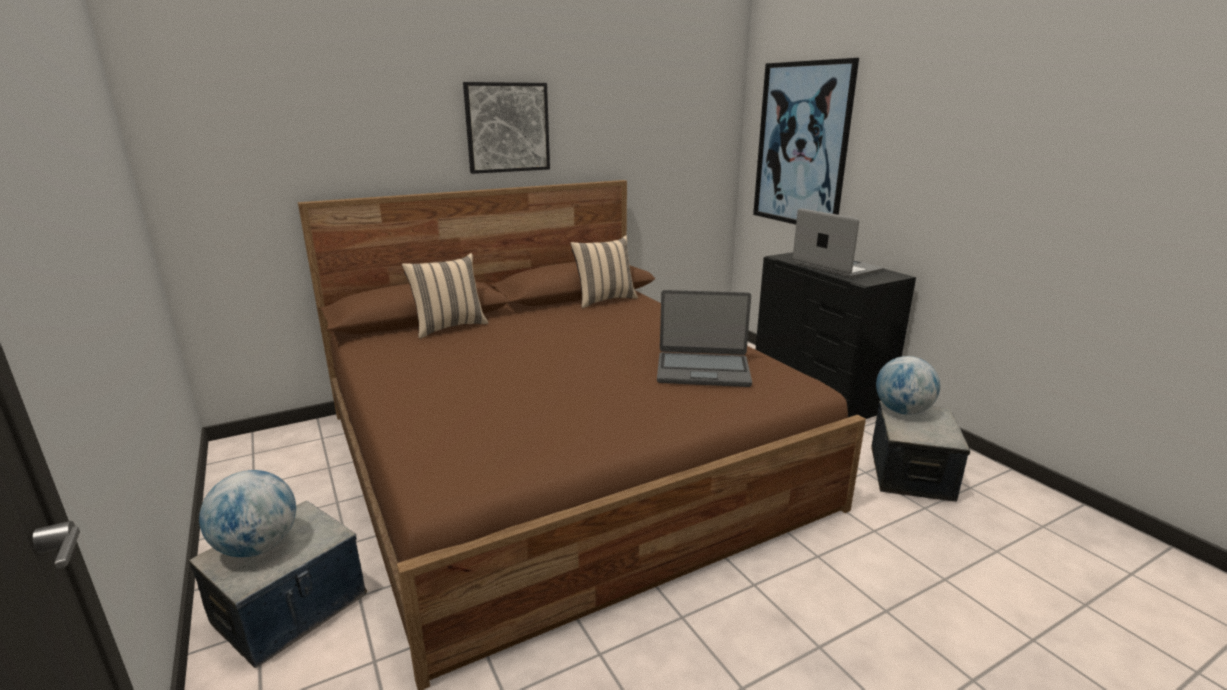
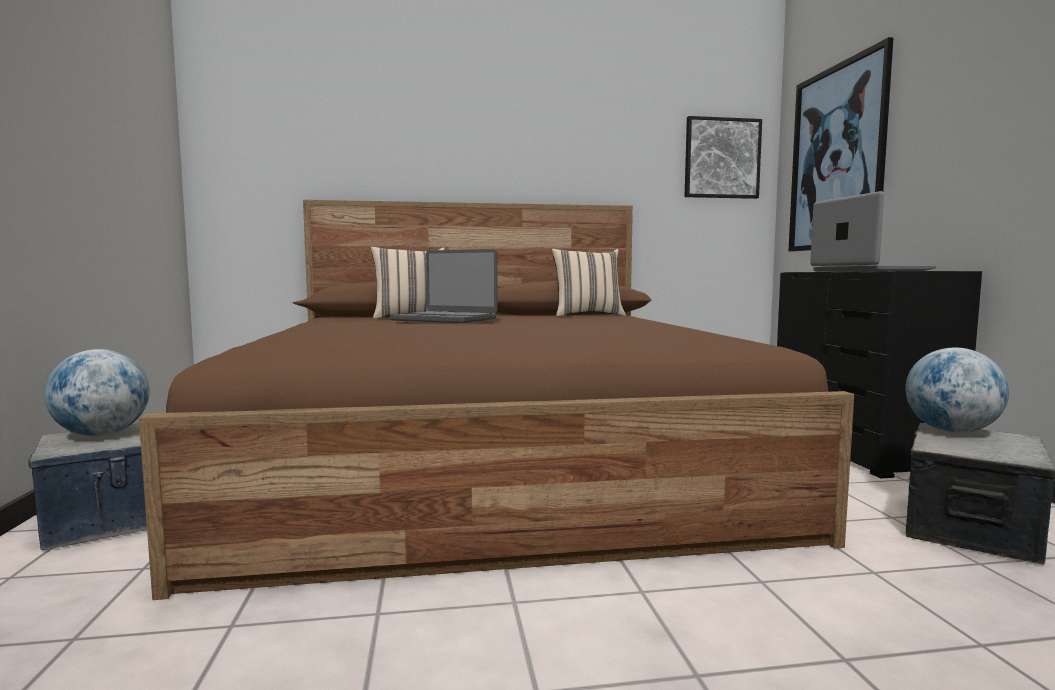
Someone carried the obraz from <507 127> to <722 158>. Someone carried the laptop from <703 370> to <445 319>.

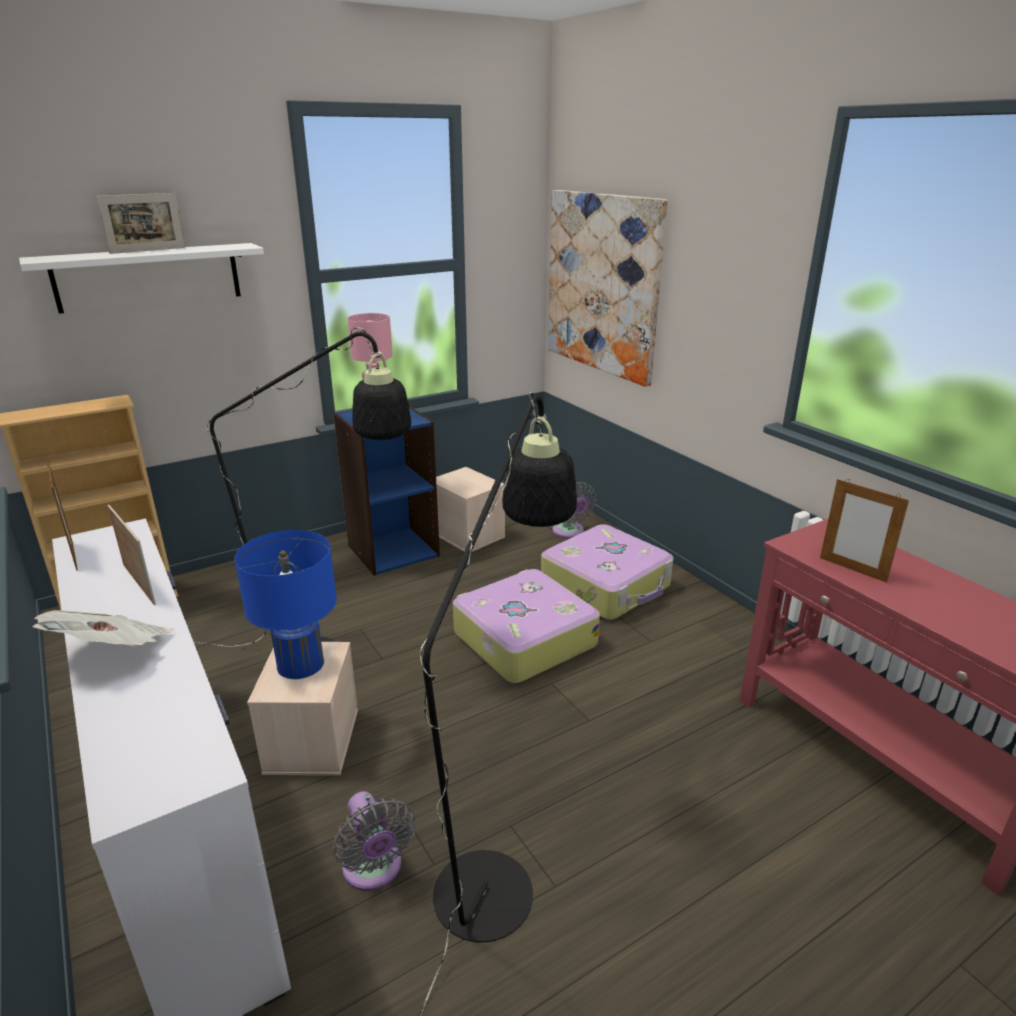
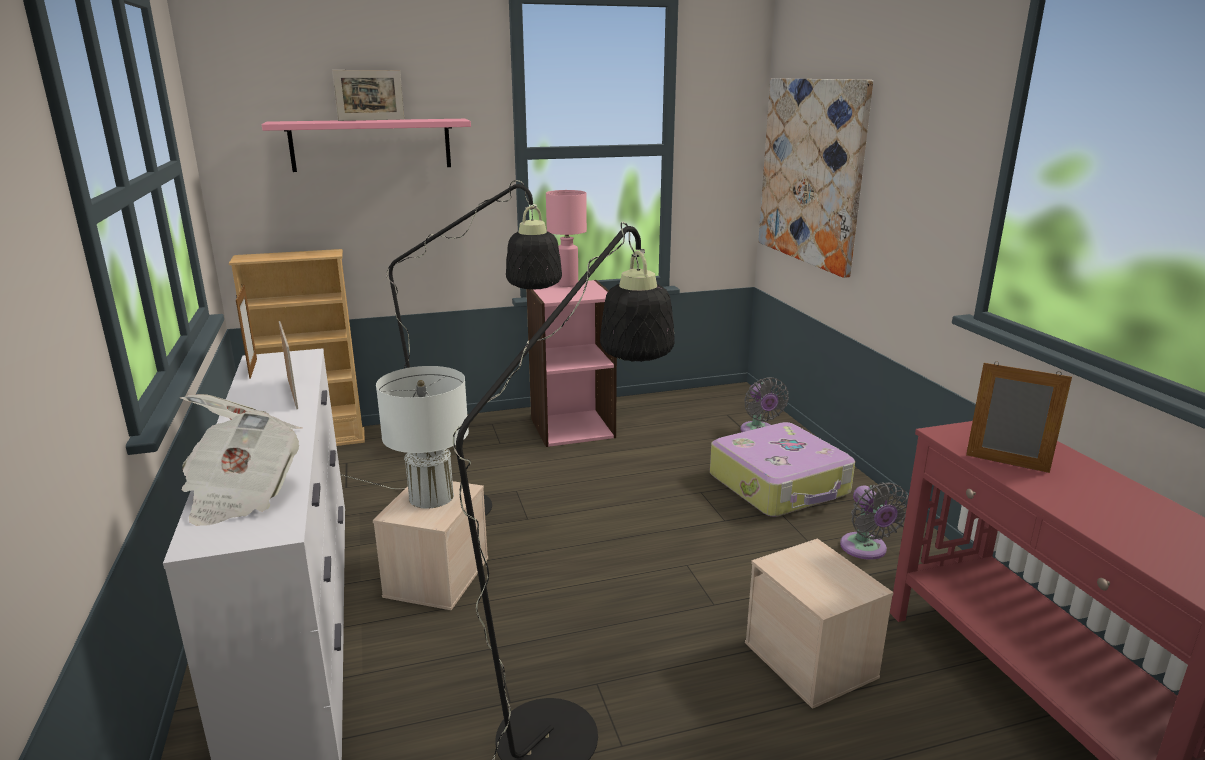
Someone repainted the półka [biały] at <148 277>, which became the półka [różowy] at <371 144>. Someone repainted the lampa stołowa [niebieski] at <300 664>, which became the lampa stołowa [biały] at <431 497>. Someone carried the wentylator [szary] from <374 870> to <866 550>. Someone repainted the regał [niebieski] at <393 550>, which became the regał [różowy] at <572 427>. Someone carried the pojemnik do przechowywania [beżowy] from <468 534> to <812 660>. Someone took away the walizka at <522 639>. Someone rotated the ramka na zdjęcie at <852 569> by 150 degrees clockwise. Someone put down the gazeta at <241 495>.

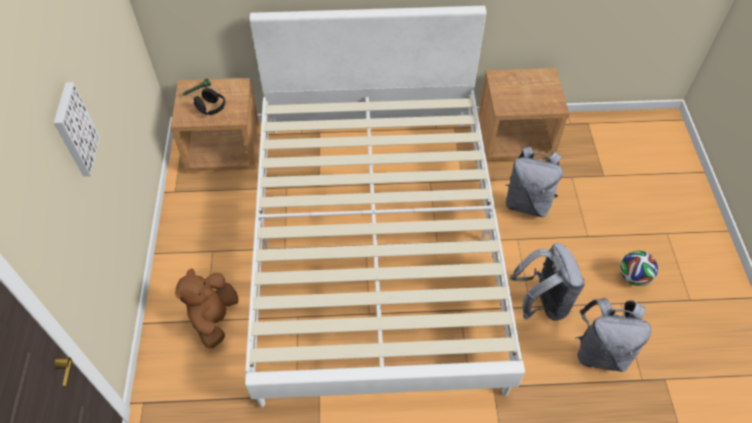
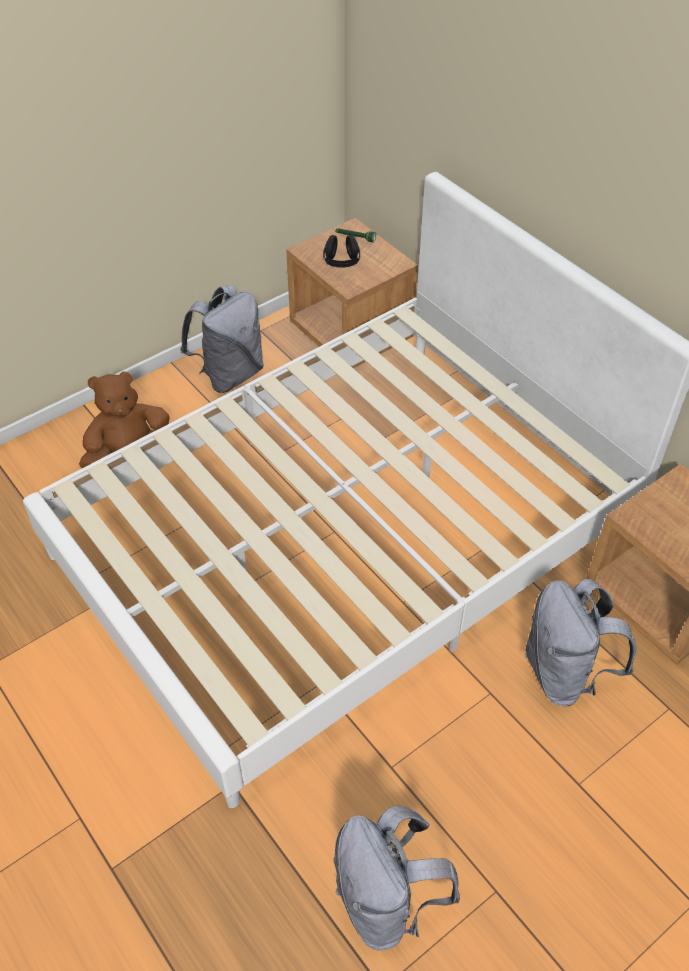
Someone took away the obraz at <74 130>. Someone carried the plecak [szary] from <542 303> to <230 374>. Someone took away the piłka futbolowa at <633 277>.

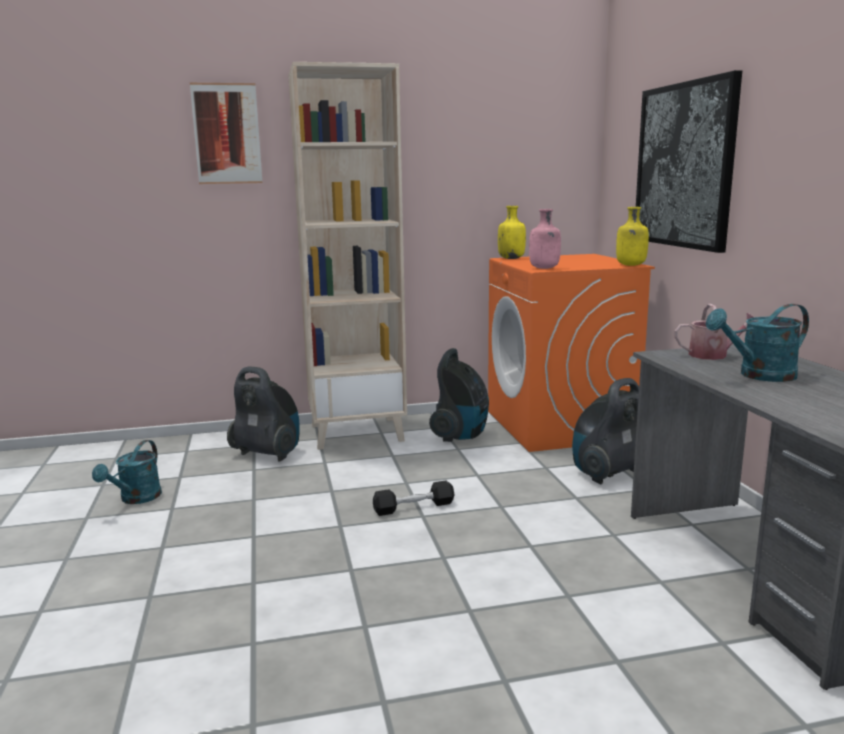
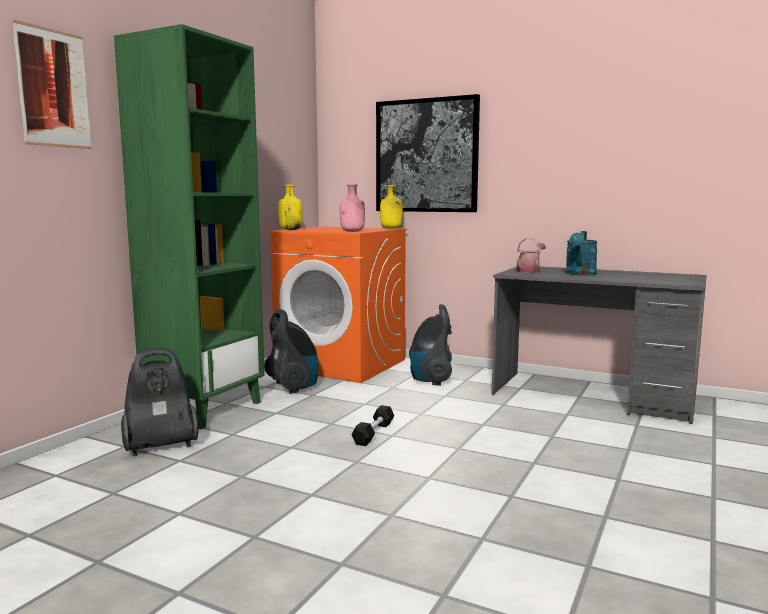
Someone took away the konewka [turkusowy] at <136 499>. Someone repainted the regał [beżowy] at <357 433>, which became the regał [zielony] at <205 409>.

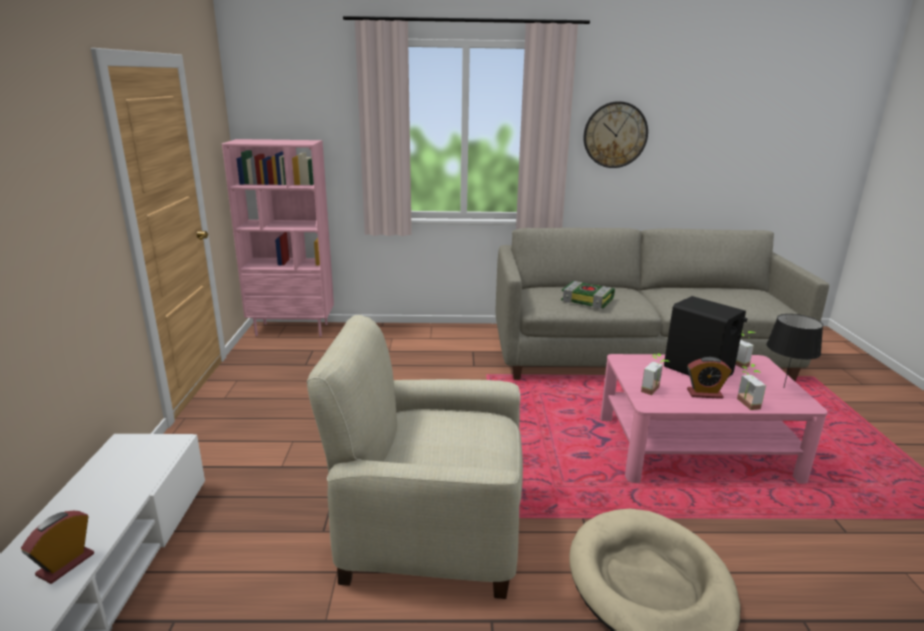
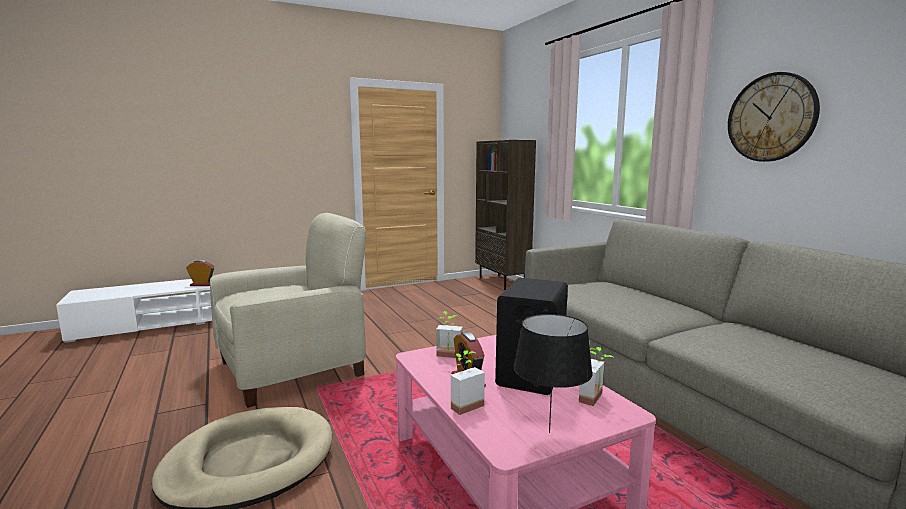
Someone repainted the regał [różowy] at <293 329>, which became the regał [brązowy] at <502 282>. Someone rotated the fotel [beżowy] at <430 529> by 75 degrees clockwise. Someone took away the książka at <588 300>.

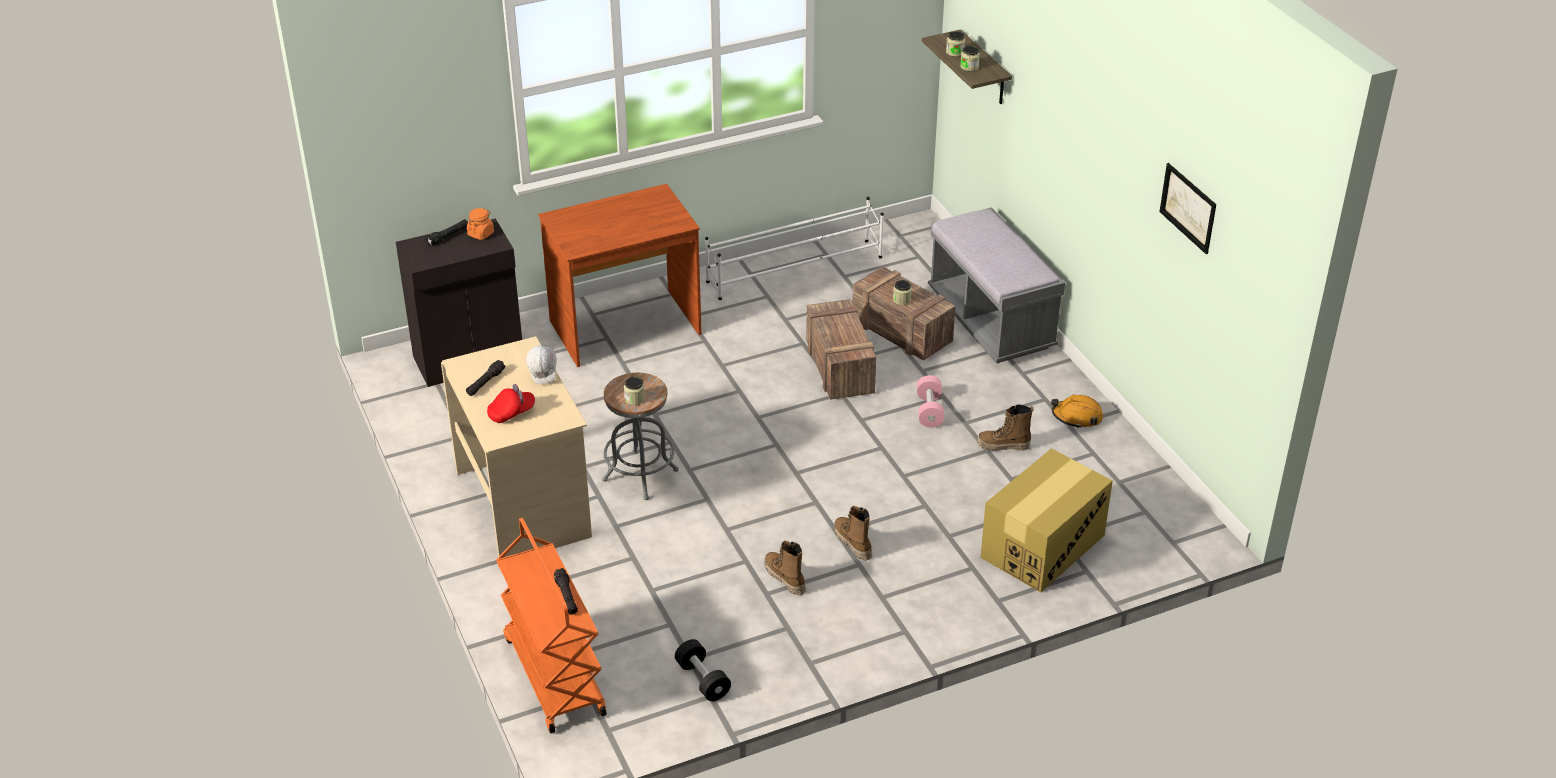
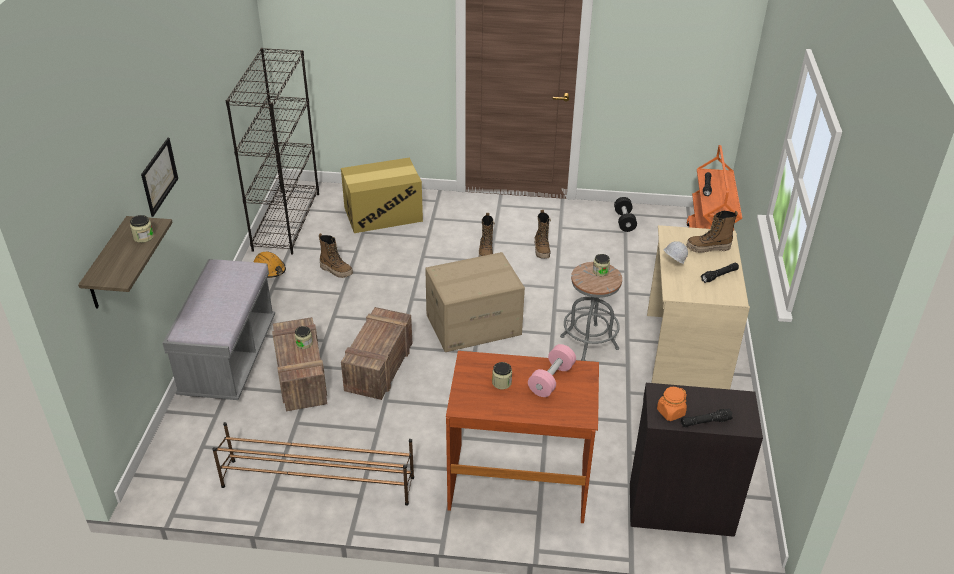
Someone swapped the czapka z daszkiem [czerwony] at <511 413> for the but z cholewką at <708 248>. Someone repainted the regał na buty [biały] at <795 269>, which became the regał na buty [brązowy] at <317 481>. Someone carried the hantel [różowy] from <929 411> to <551 379>. Someone carried the słoik from <955 52> to <501 383>. Someone carried the obraz from <1188 208> to <159 176>. Someone put down the regał [czarny] at <286 221>. Someone put down the karton at <473 324>.

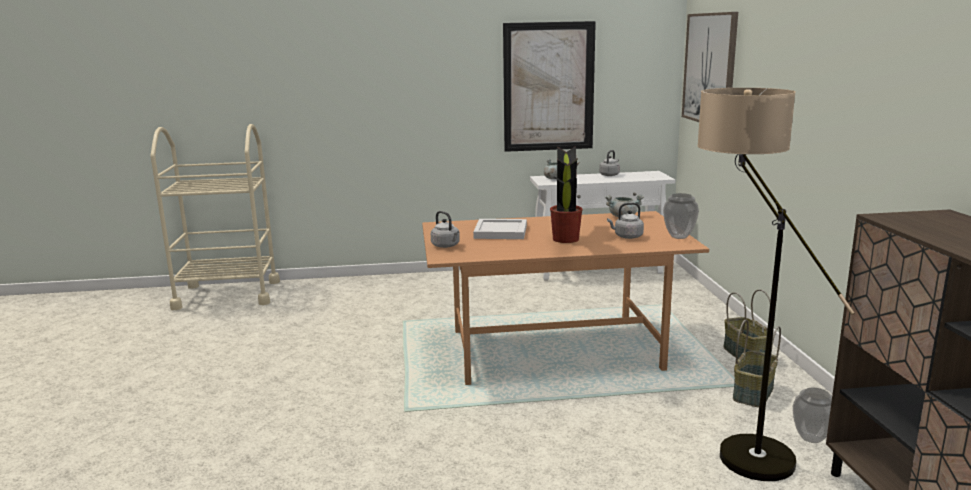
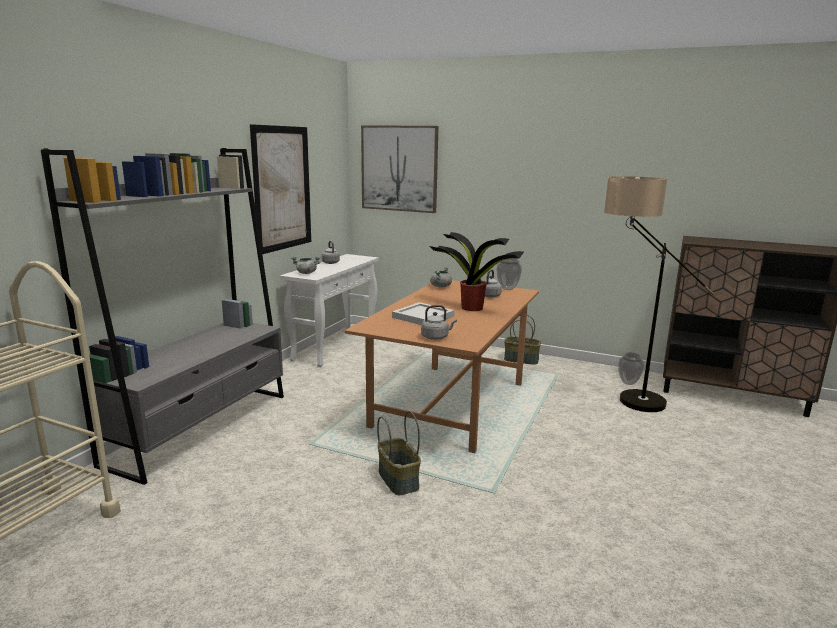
Someone carried the koszyk from <754 393> to <399 479>. Someone put down the regał [szary] at <201 427>.

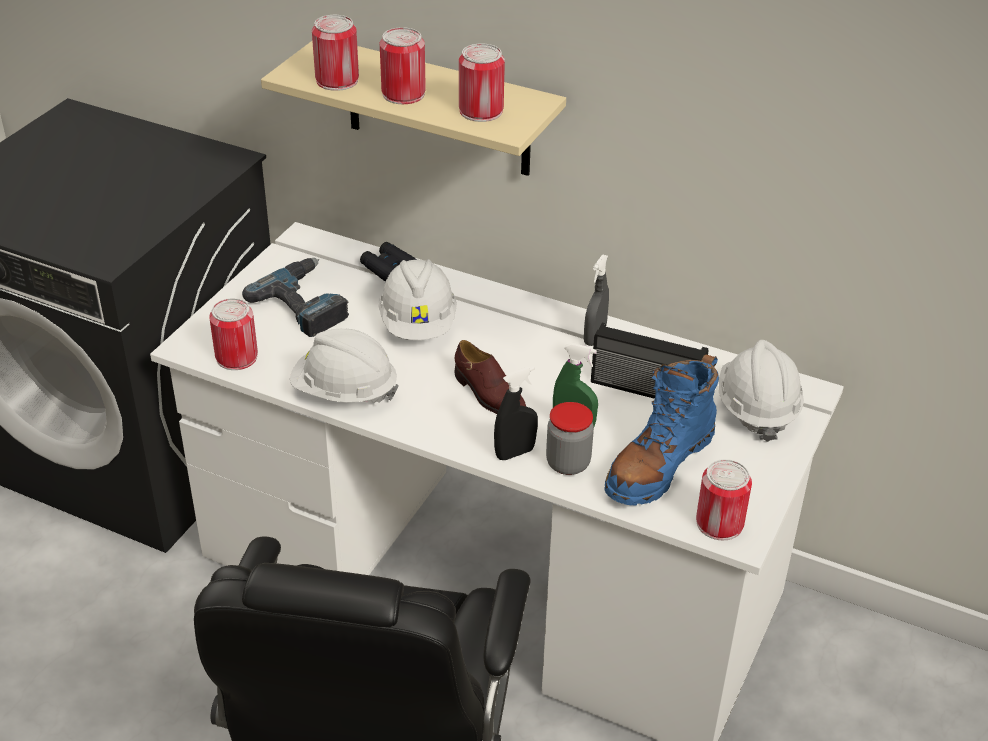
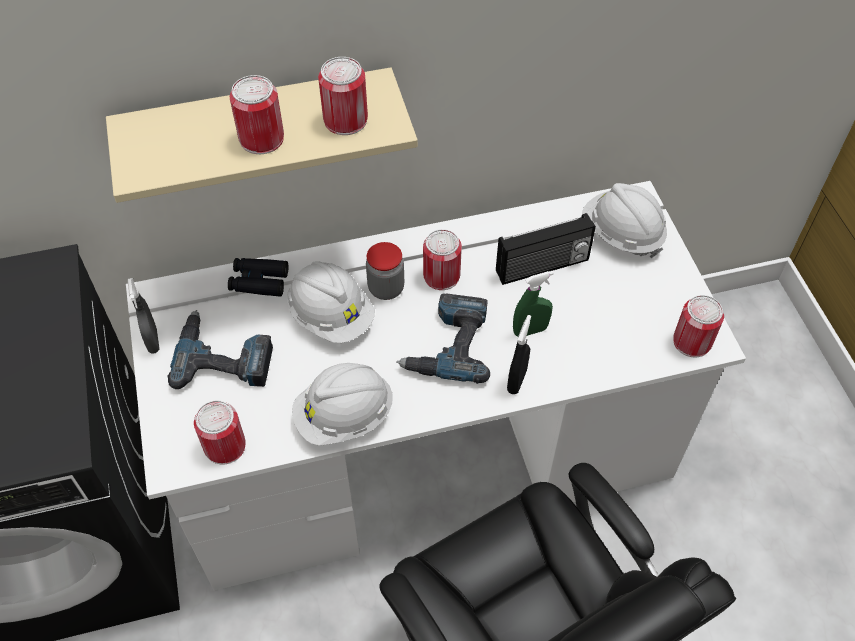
Someone carried the puszka from <337 80> to <441 276>. Someone swapped the but [brązowy] at <489 395> for the wiertarka at <448 344>. Someone carried the słoik from <568 463> to <386 288>. Someone carried the spryskiwacz [szary] from <594 337> to <153 341>. Someone took away the but z cholewką [niebieski] at <659 464>.

